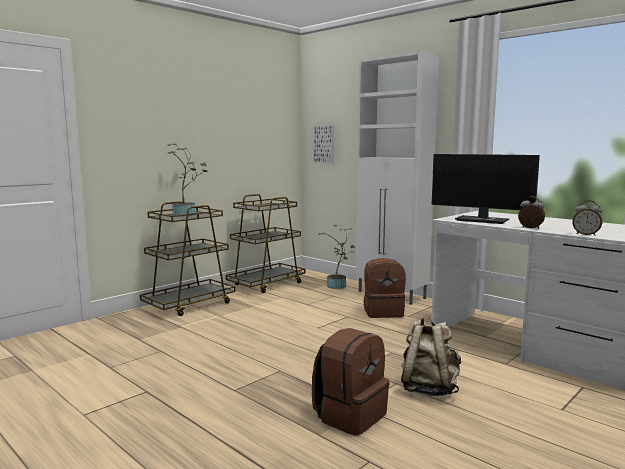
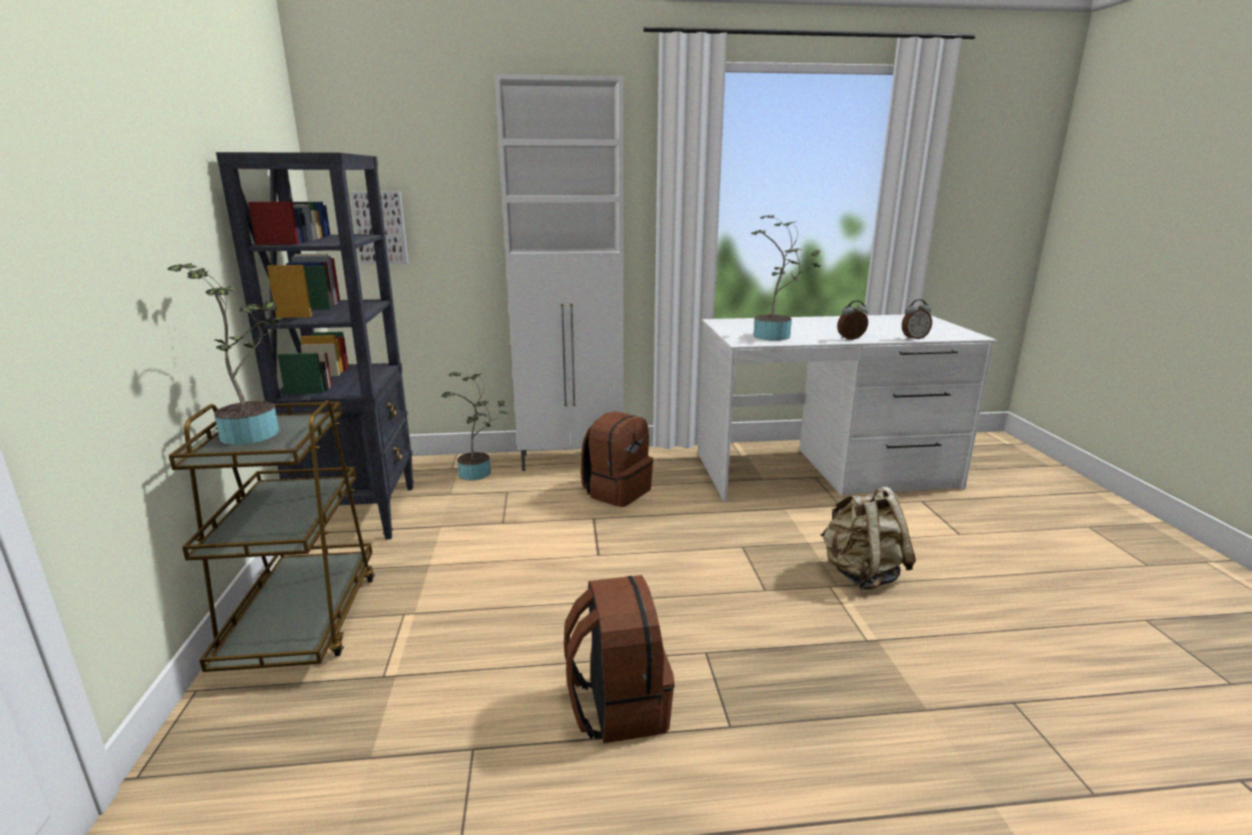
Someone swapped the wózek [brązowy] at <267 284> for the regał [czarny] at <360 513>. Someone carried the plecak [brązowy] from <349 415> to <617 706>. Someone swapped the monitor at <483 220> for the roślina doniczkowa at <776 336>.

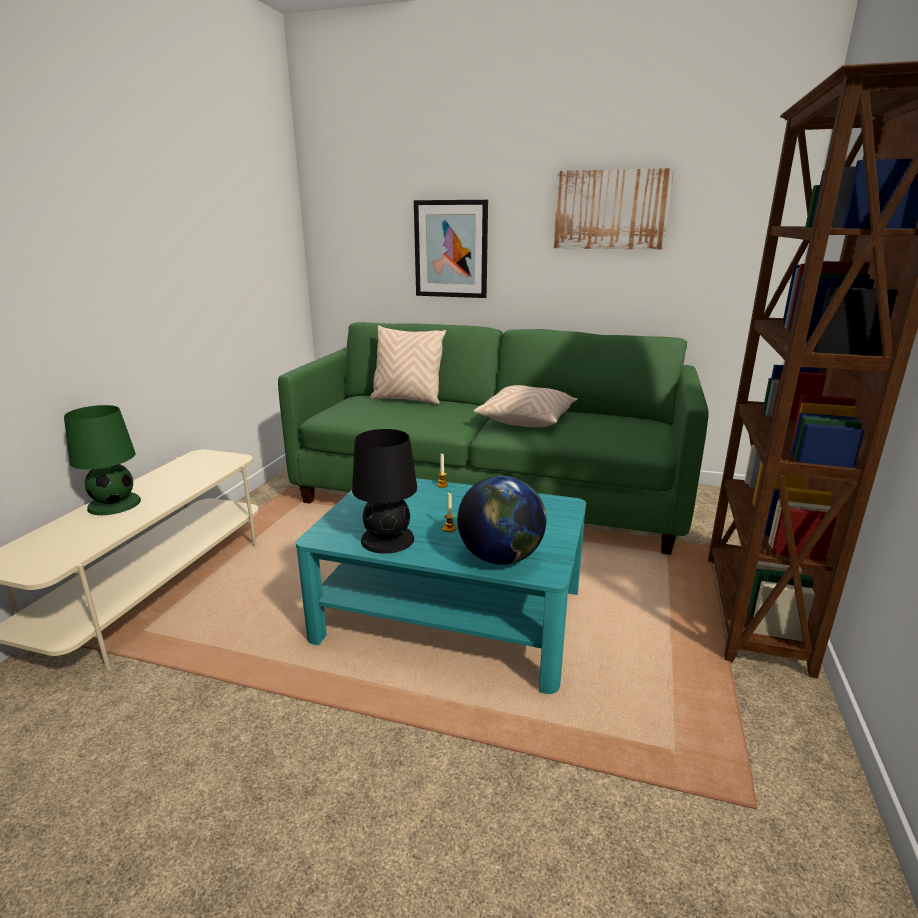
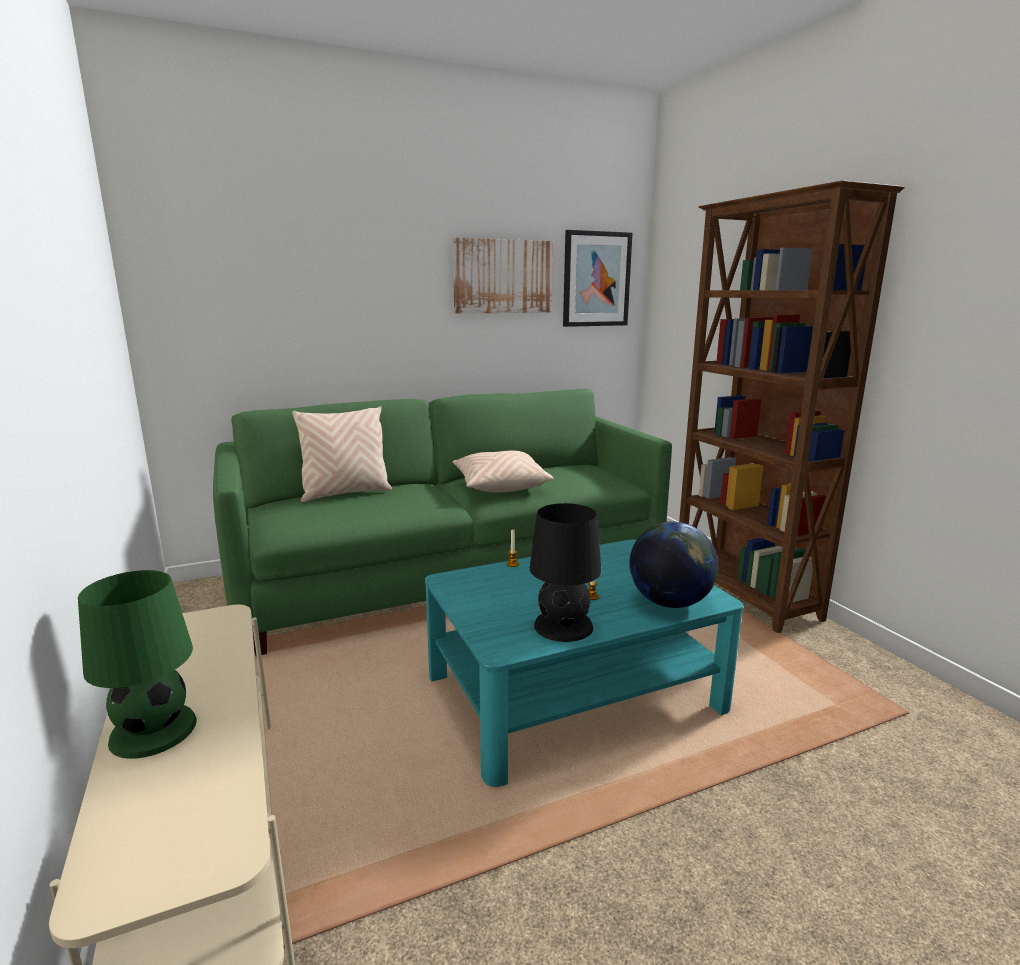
Someone carried the obraz from <451 249> to <596 279>.

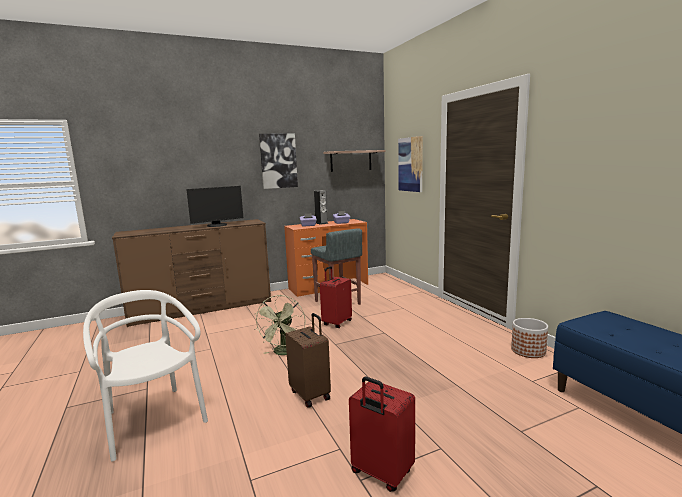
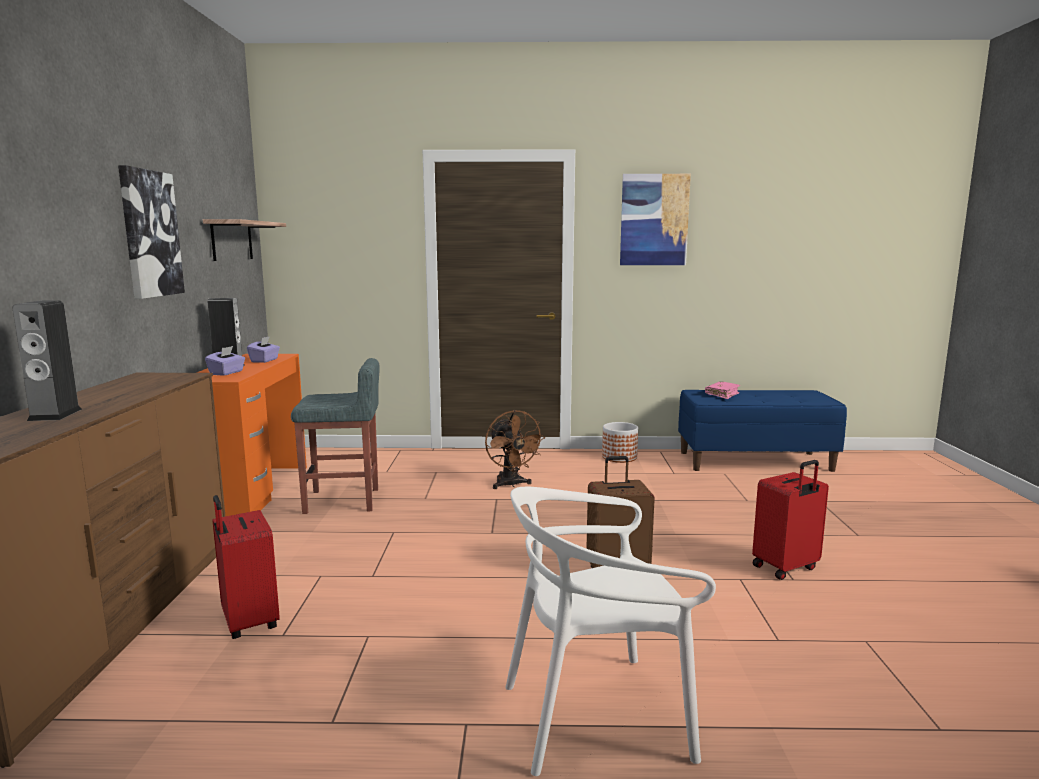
Someone took away the monitor at <217 225>. Someone took away the wentylator [zielony] at <284 353>. Someone carried the walizka [czerwony] from <336 323> to <248 622>. Someone carried the obraz from <410 164> to <654 220>. Someone put down the głośnik at <55 414>. Someone put down the wentylator [brązowy] at <511 485>. Someone put down the książka [różowy] at <722 394>.

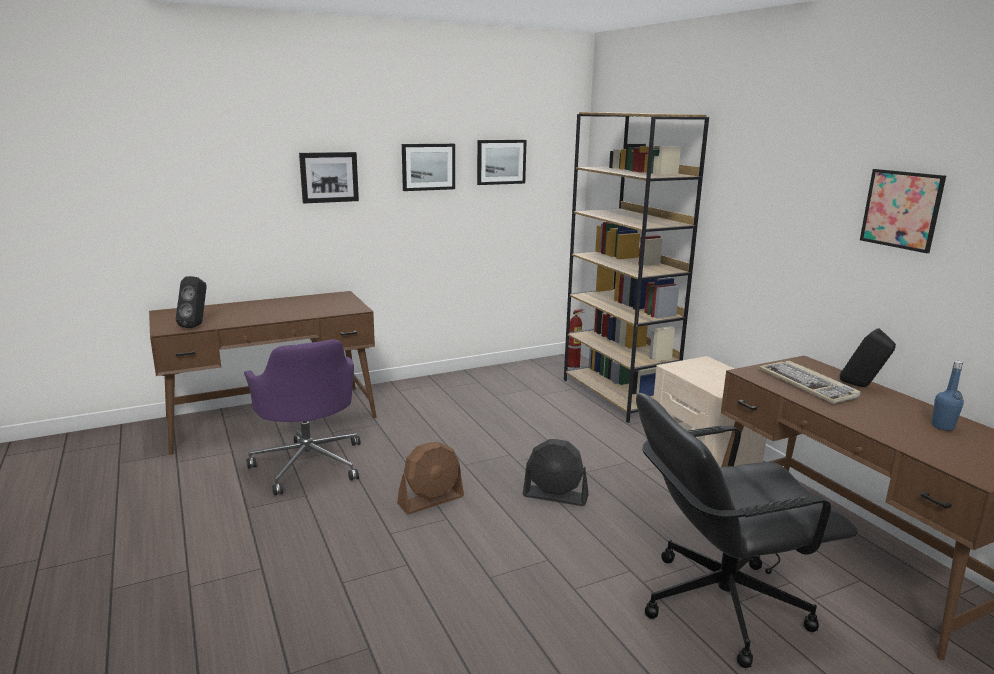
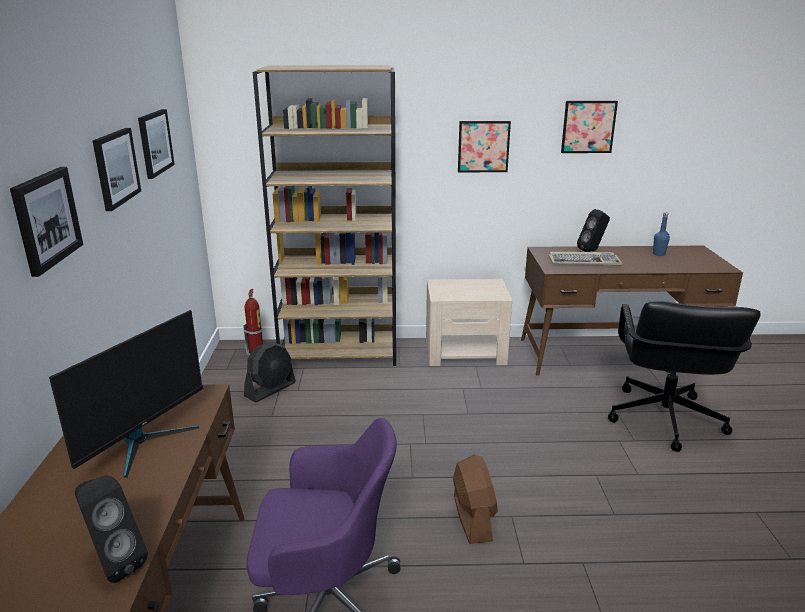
Someone carried the wentylator [czarny] from <555 496> to <270 389>. Someone put down the monitor at <144 442>. Someone put up the obraz at <483 146>.

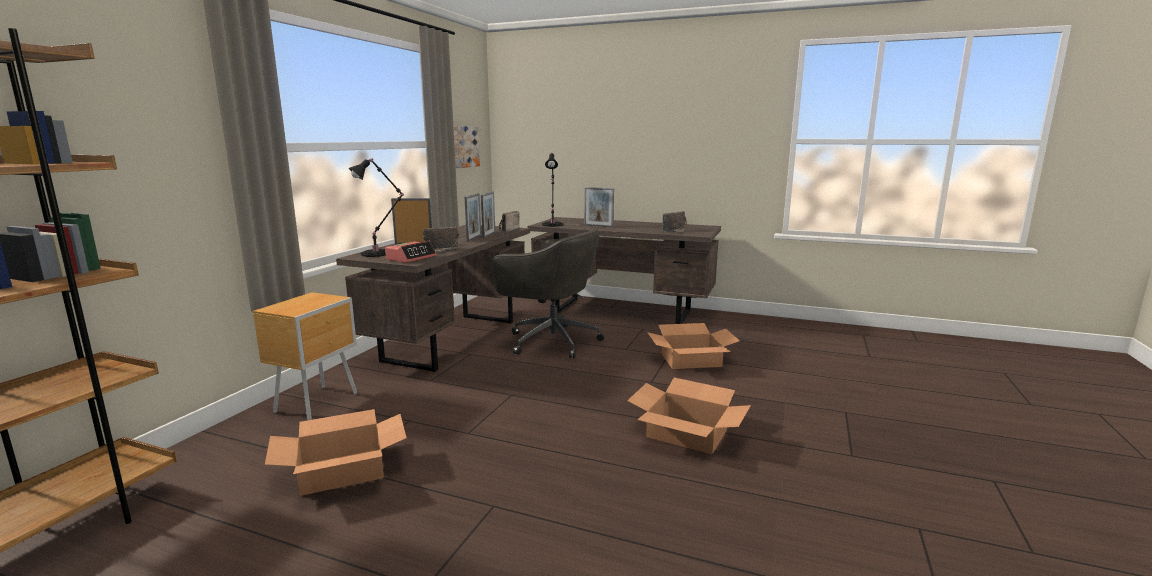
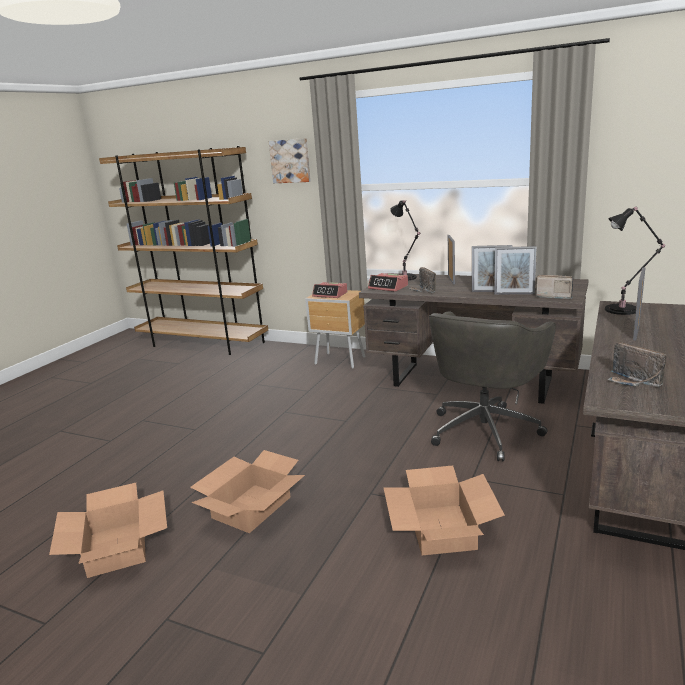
Someone carried the karton from <342 470> to <117 547>. Someone carried the obraz from <464 146> to <290 161>. Someone put down the budzik at <330 294>.

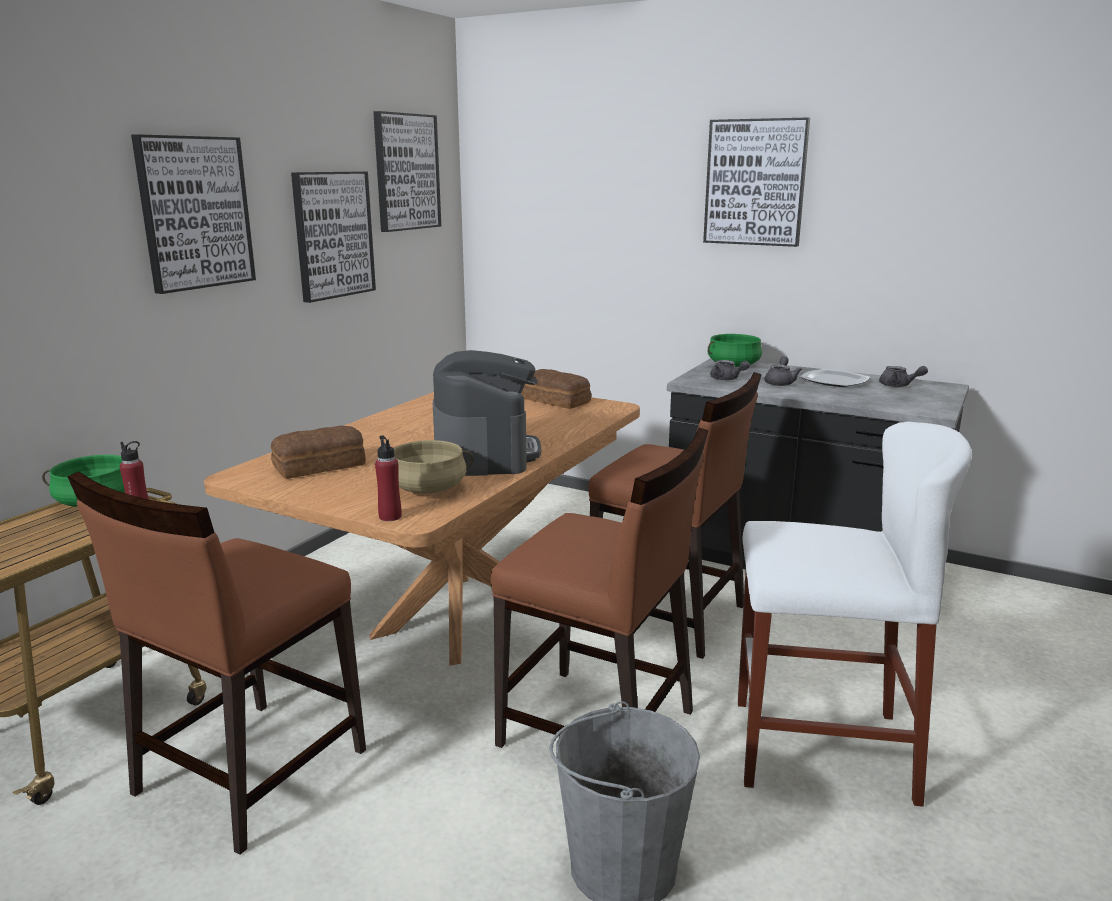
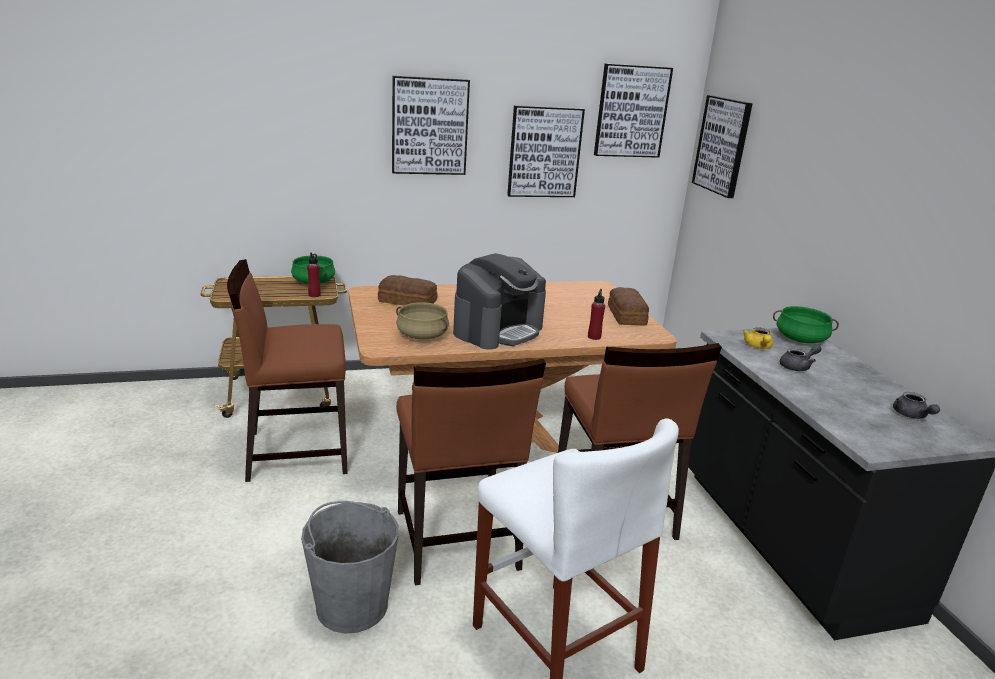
Someone carried the butelka [czerwony] from <390 516> to <594 337>. Someone carried the obraz from <755 182> to <722 145>. Someone repainted the imbryk [szary] at <727 379>, which became the imbryk [żółty] at <758 347>. Someone took away the talerz at <835 381>.

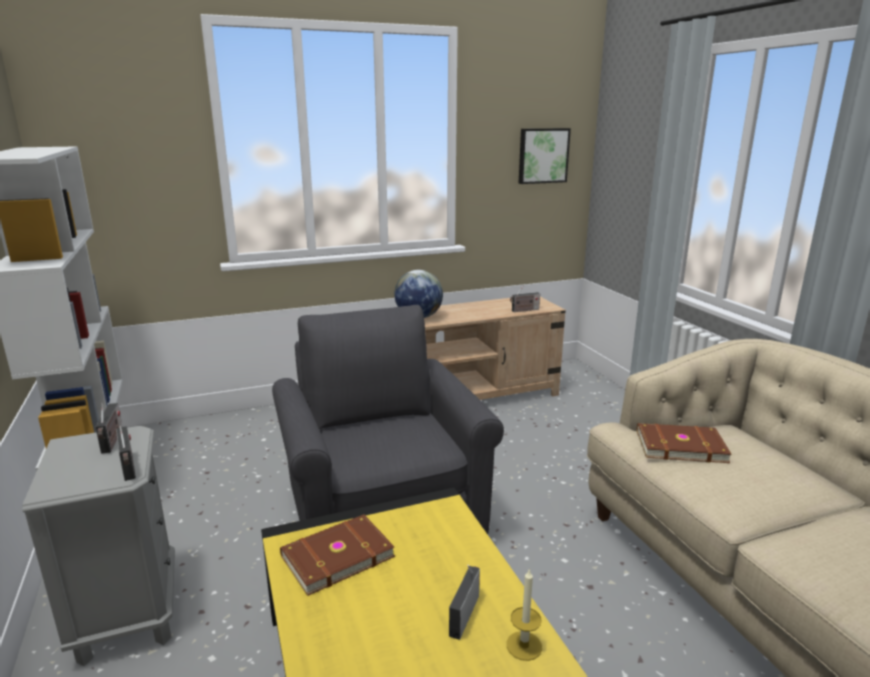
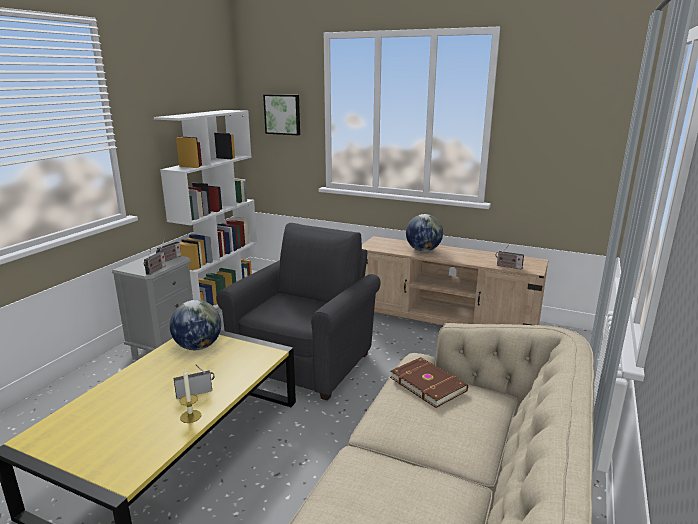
Someone swapped the książka [brązowy] at <336 556> for the globus at <198 347>. Someone carried the obraz from <542 155> to <283 114>.

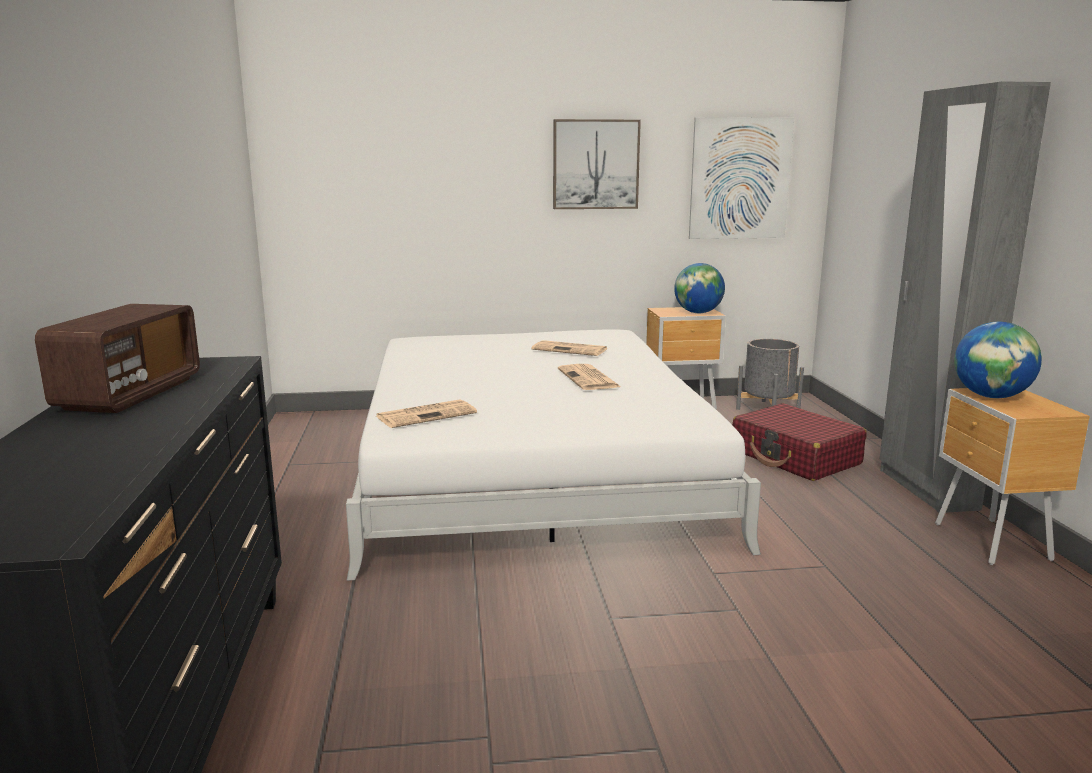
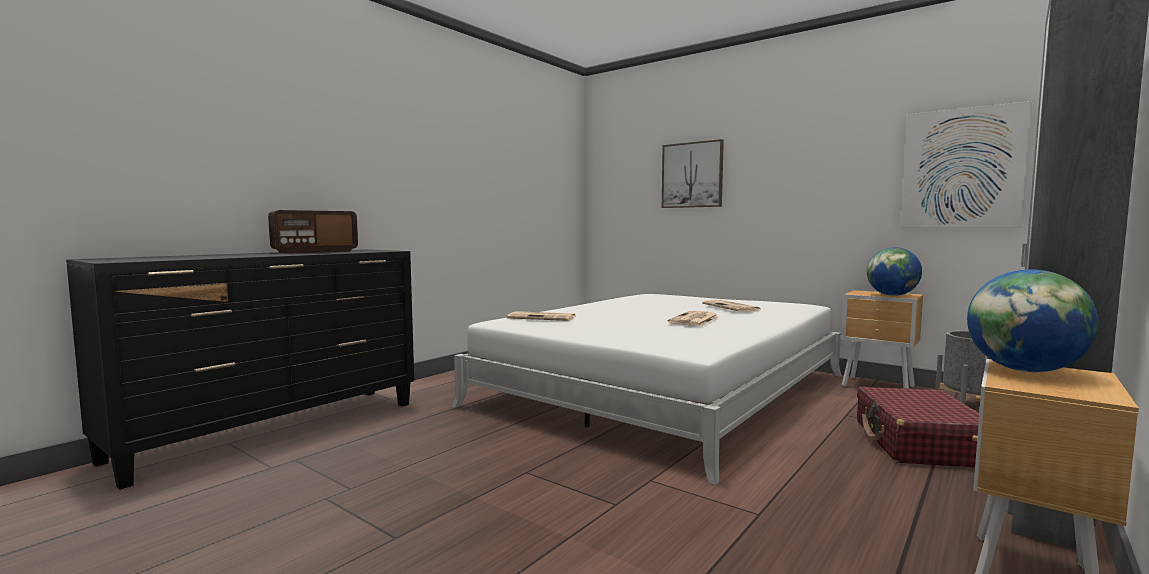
Someone carried the obraz from <595 164> to <692 175>.

